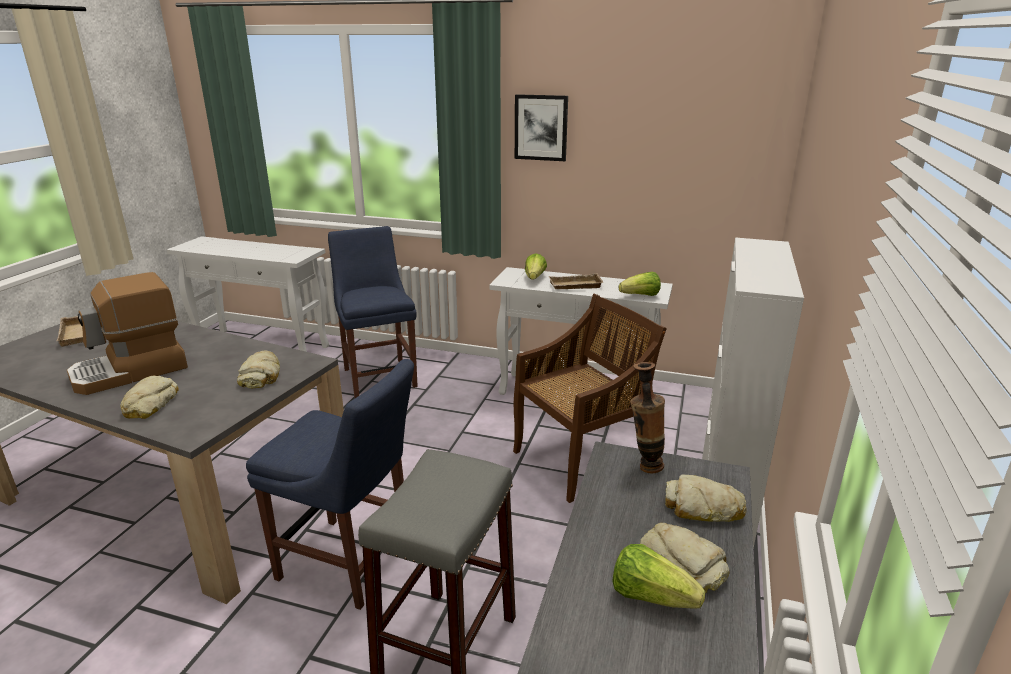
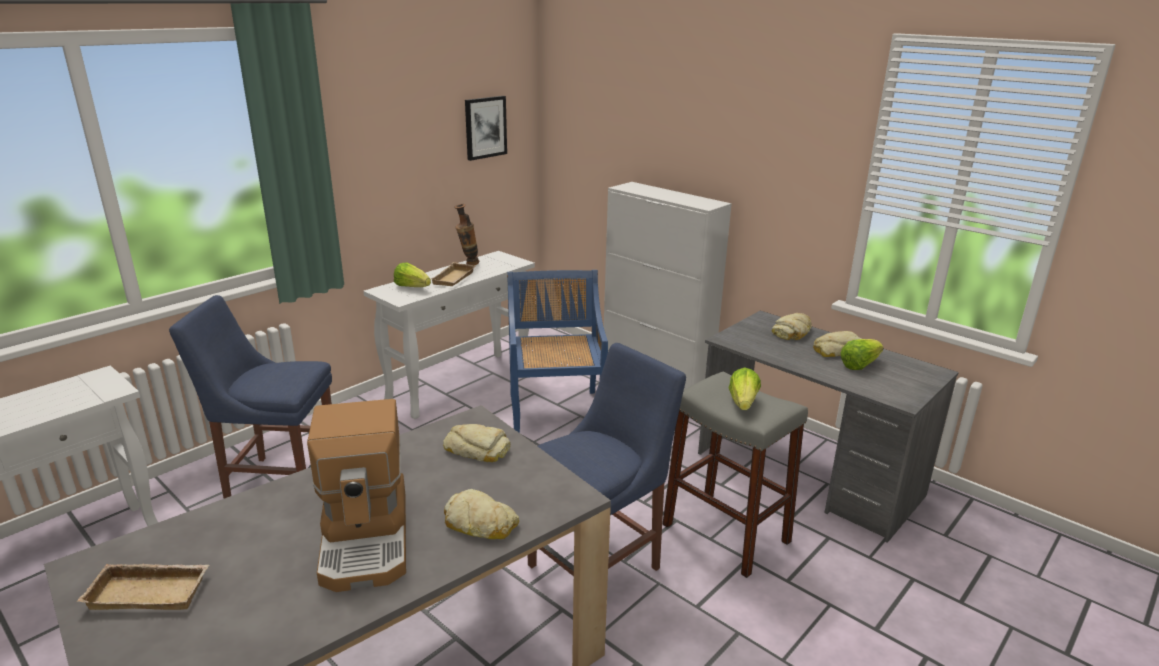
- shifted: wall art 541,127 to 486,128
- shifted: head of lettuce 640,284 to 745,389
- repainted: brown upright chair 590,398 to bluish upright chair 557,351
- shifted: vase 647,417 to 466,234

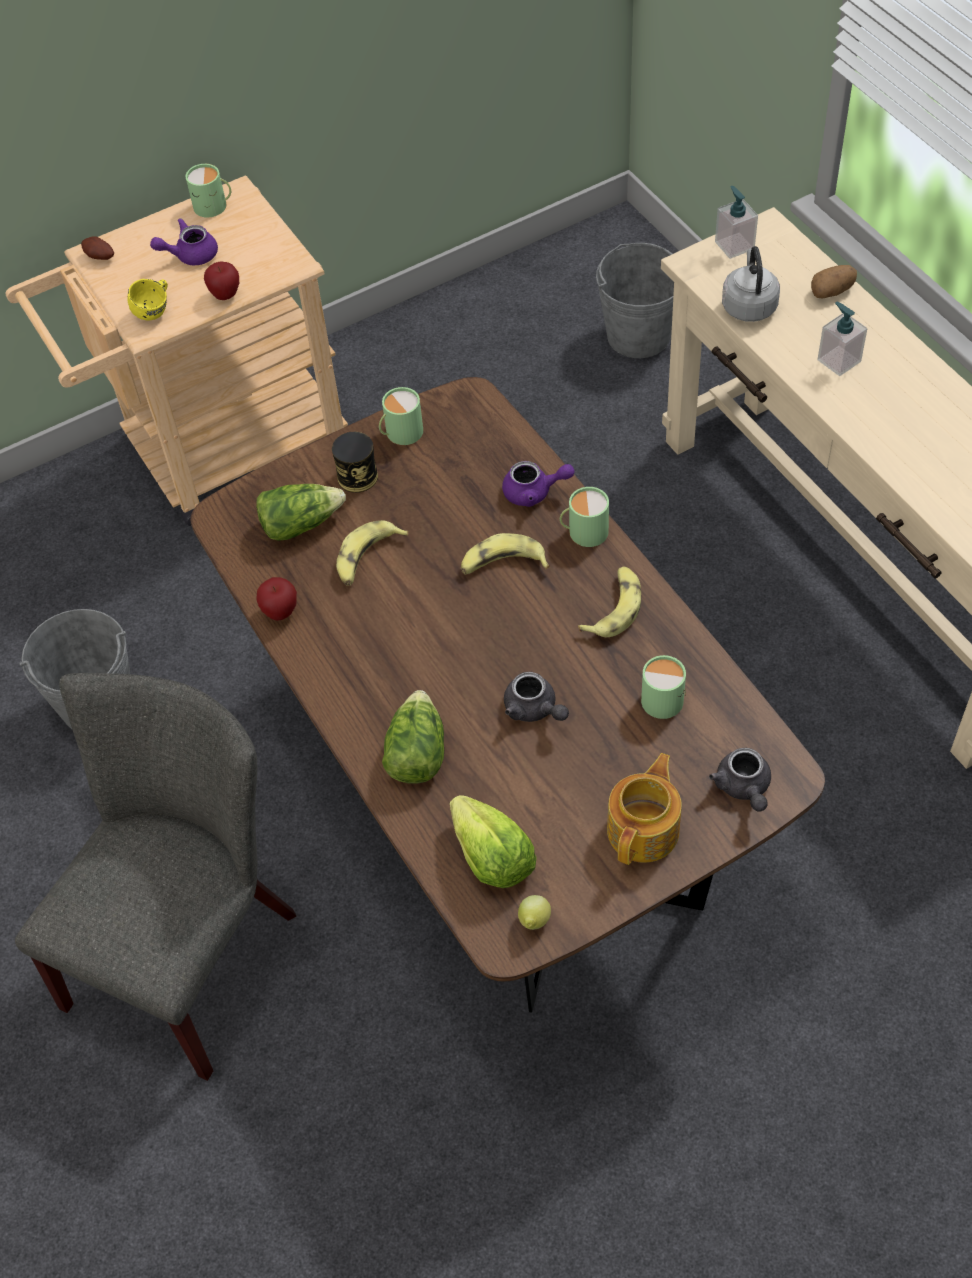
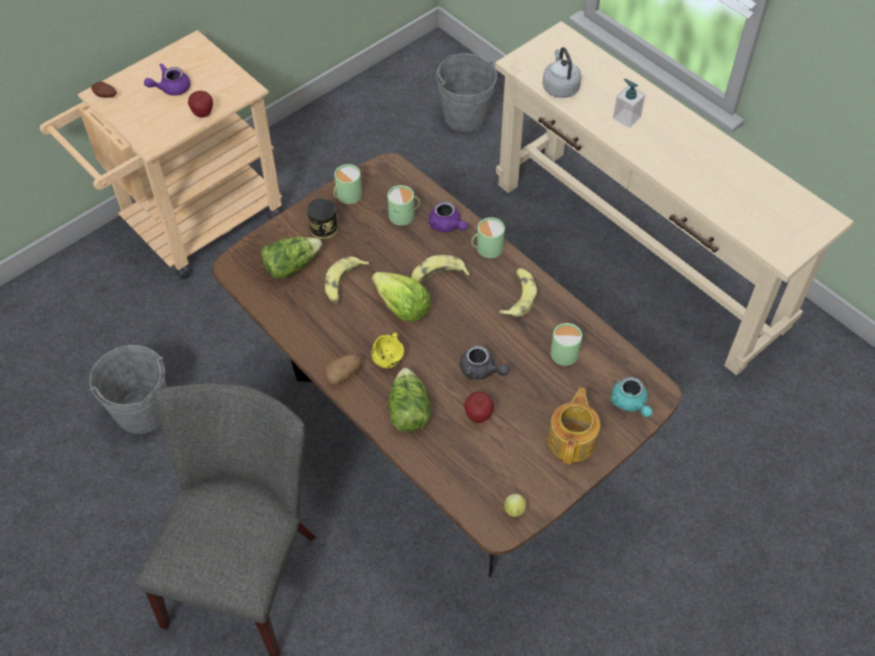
- shifted: green-coloured mug 208,190 to 404,205
- gone: liquid soap bottle 736,222
- shifted: spud 834,282 to 343,369
- shifted: yellow-coloured mug 147,300 to 387,350
- rotated: purple teapot 538,484 = 448,216 60 degrees clockwise
- shifted: apple 277,599 to 479,407
- repainted: grey teapot 740,780 to turquoise-coloured teapot 631,397
- shifted: head of lettuce 493,841 to 401,297

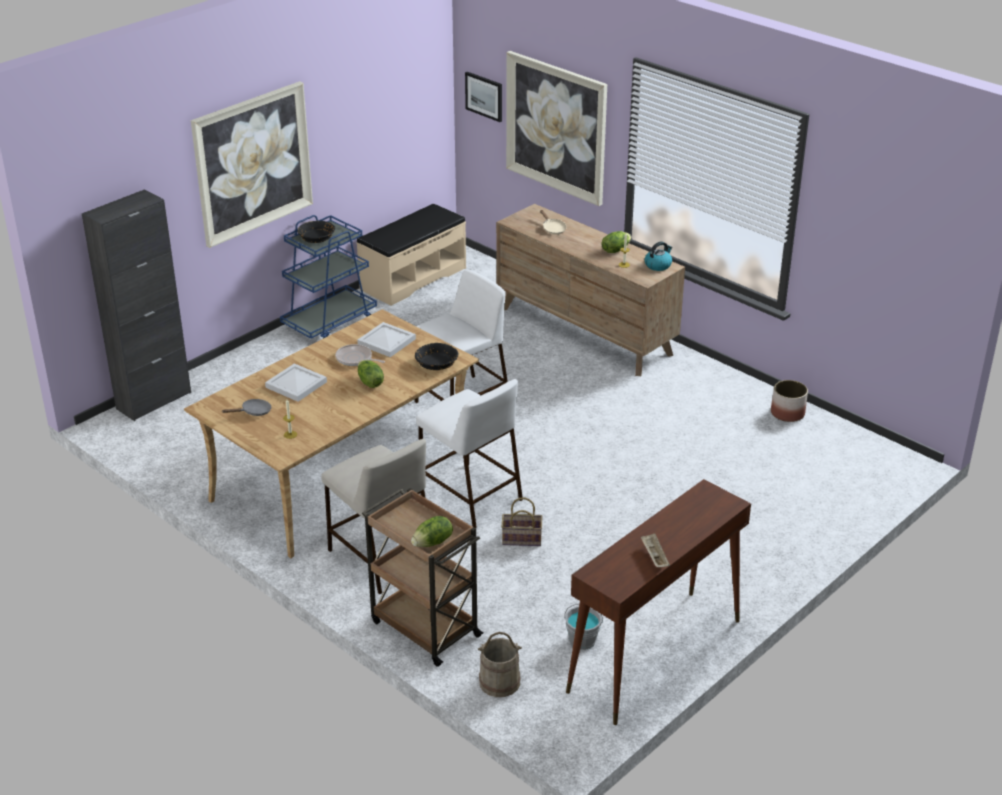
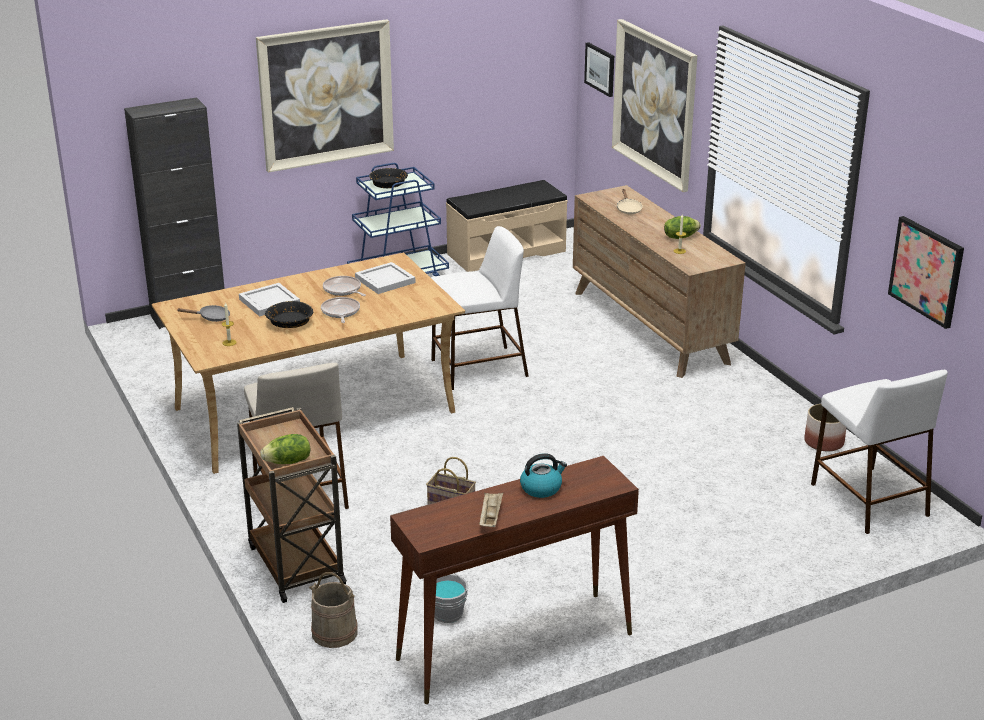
- shifted: kettle 658,256 to 543,475
- shifted: blackish serving bowl 437,356 to 289,314
- swapped: head of lettuce 371,374 to skillet 340,310
- shifted: white-coloured stool seat 469,453 to 879,452
- new: wall art 926,272

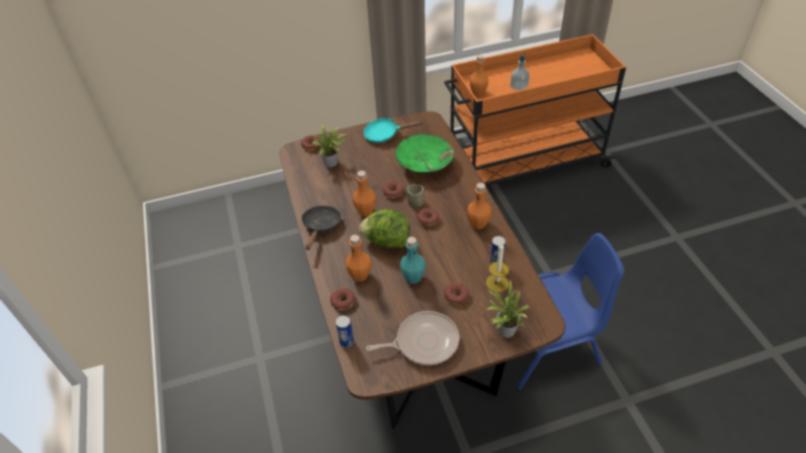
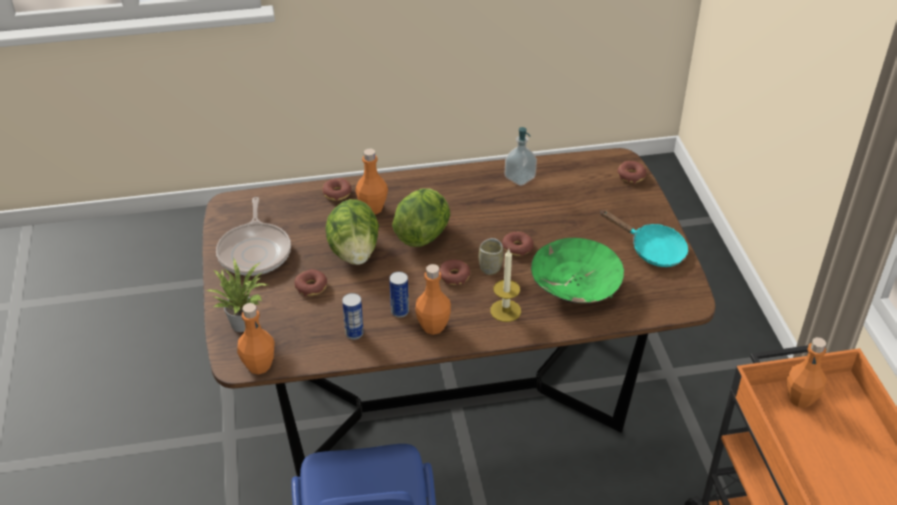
- shifted: liquid soap bottle 520,72 to 521,156
- rotated: turquoise-coloured skillet 393,130 = 644,238 120 degrees clockwise
- gone: houseplant 329,145
- shifted: orange-coloured beverage bottle 364,194 to 256,339
- gone: blackish skillet 321,227
- swapped: turquoise-coloured beverage bottle 413,260 to head of lettuce 352,232
- shifted: candle 497,267 to 505,285
- shifted: sealed can 345,331 to 399,295

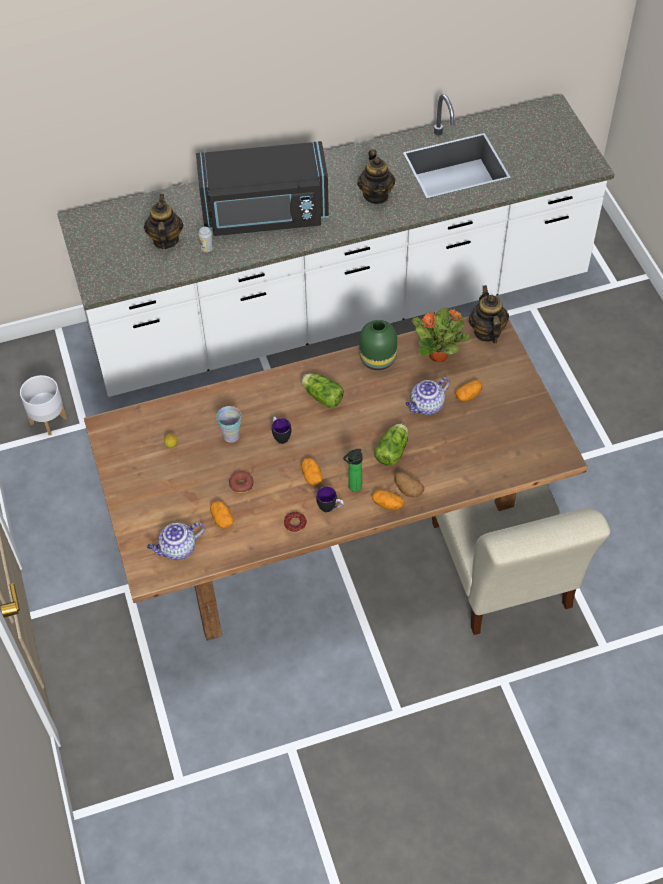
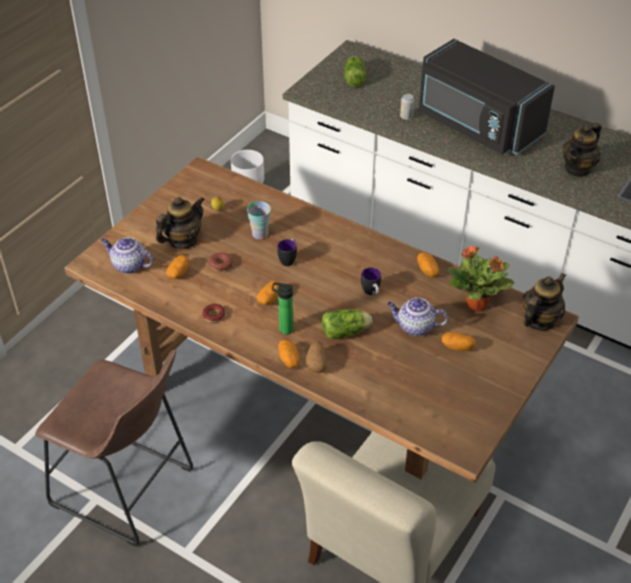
- shifted: teapot 163,221 to 180,223
- swapped: green-coloured vase 378,345 to spud 428,265
- shifted: head of lettuce 322,391 to 355,71
- shifted: mug 330,499 to 371,281
- new: brown stool seat 114,448

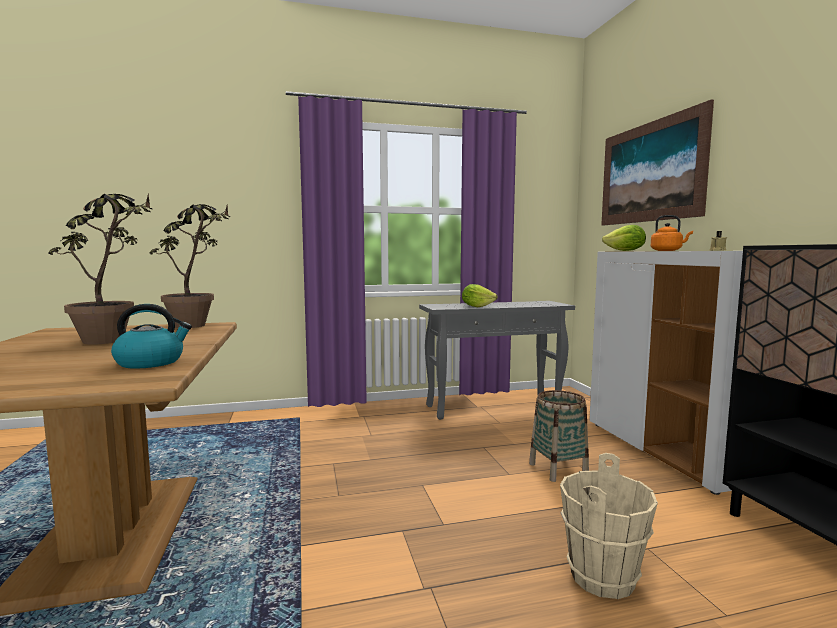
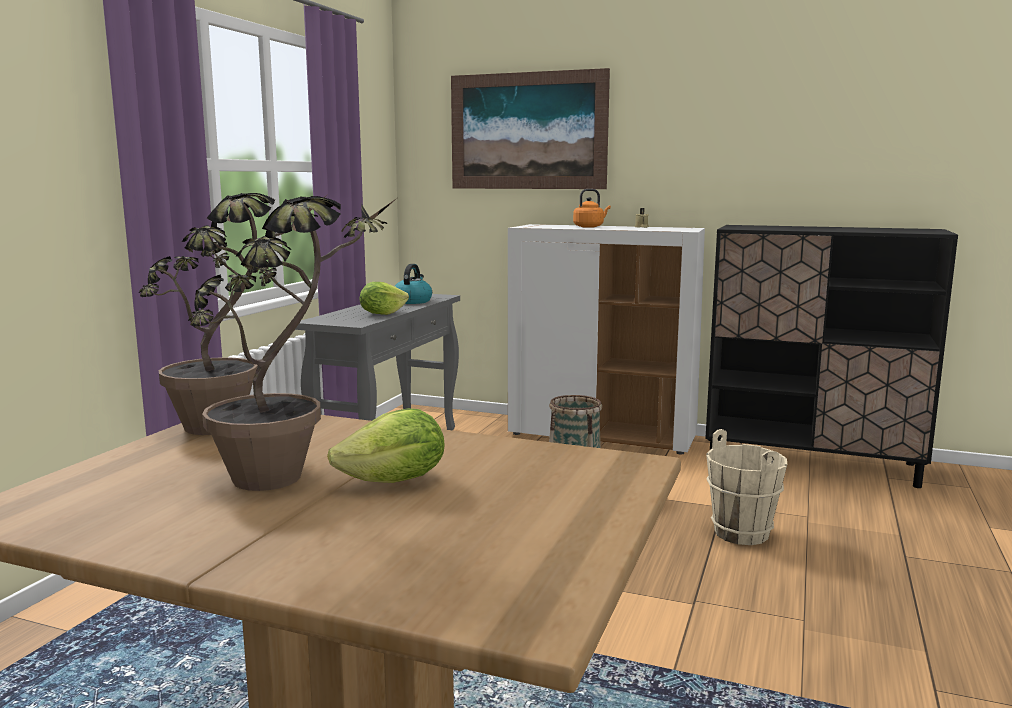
- shifted: head of lettuce 624,238 to 386,445
- shifted: kettle 151,336 to 413,284

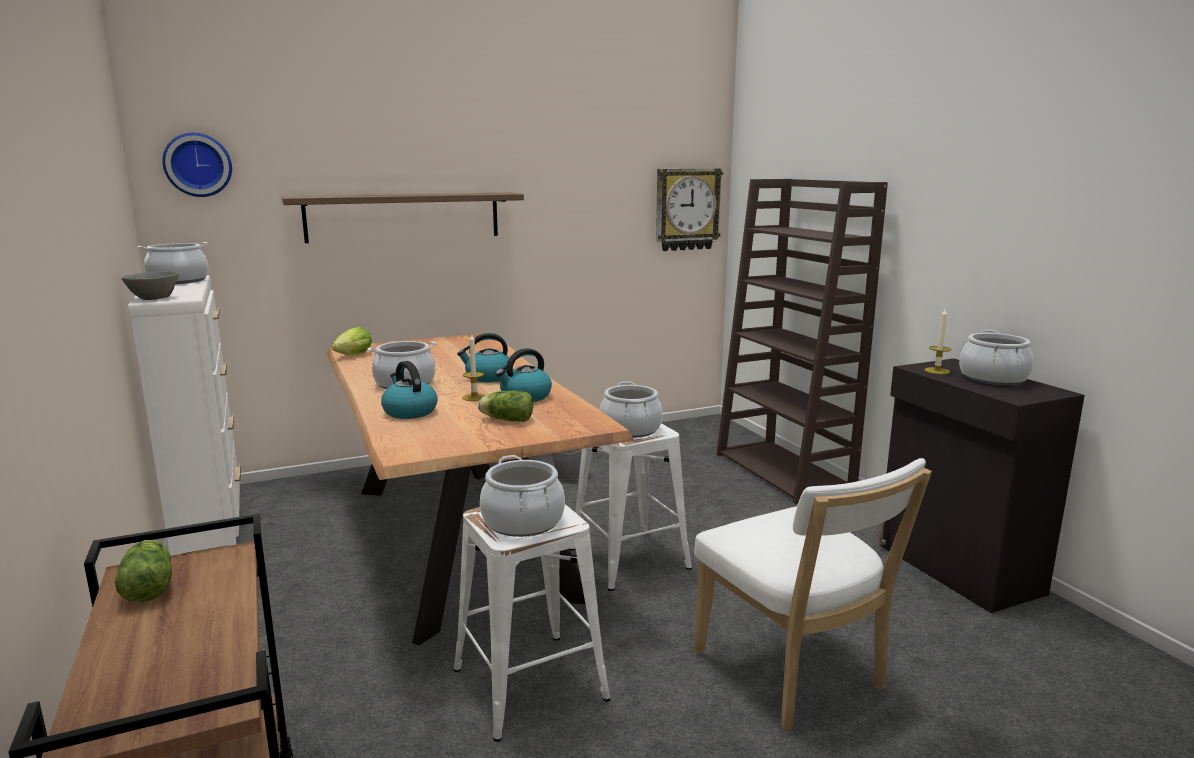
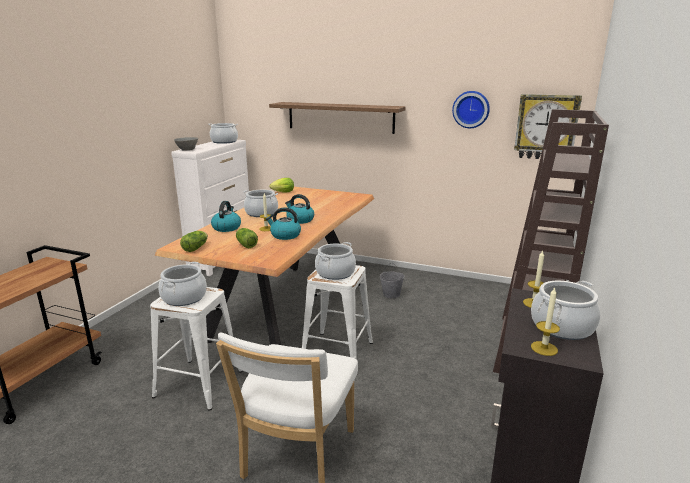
- shifted: clock on the wall 197,165 to 471,109
- shifted: head of lettuce 143,571 to 194,241
- new: candle 545,321

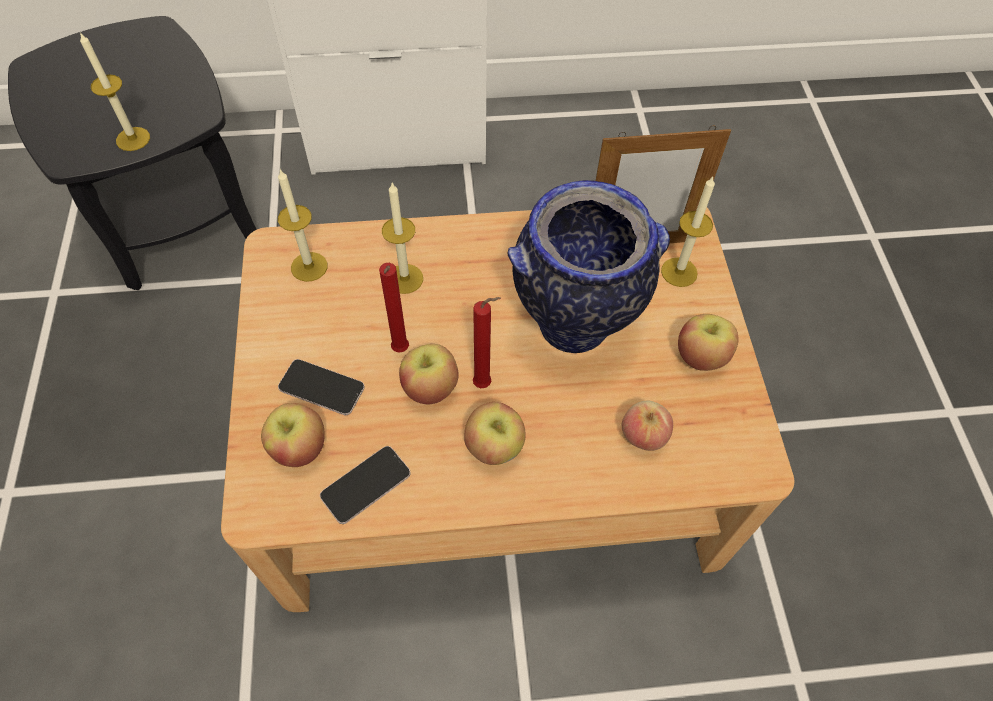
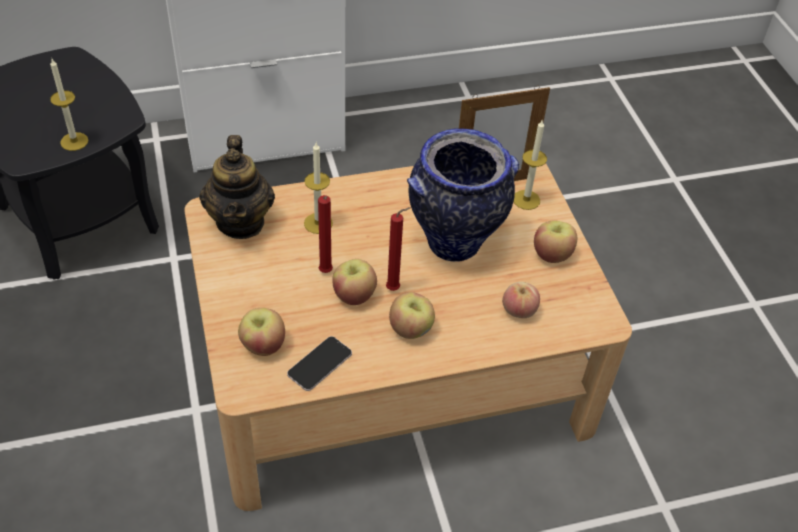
- swapped: candle 302,225 to teapot 237,187
- gone: handset 321,387

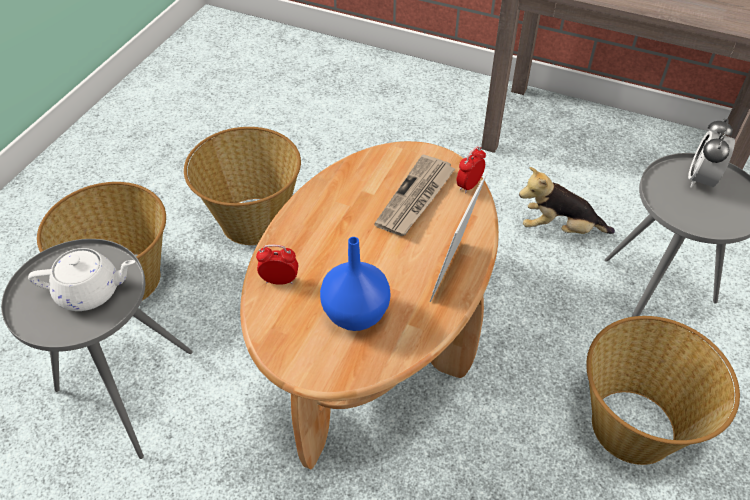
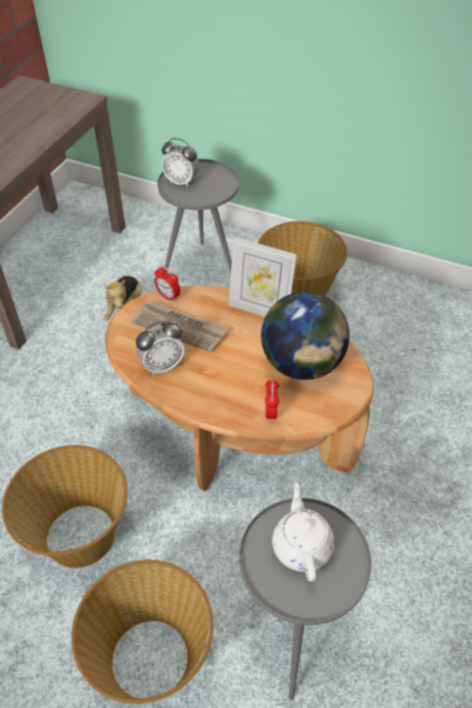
- swapped: bluish vase 355,284 to world globe 305,336
- new: table clock 160,348

